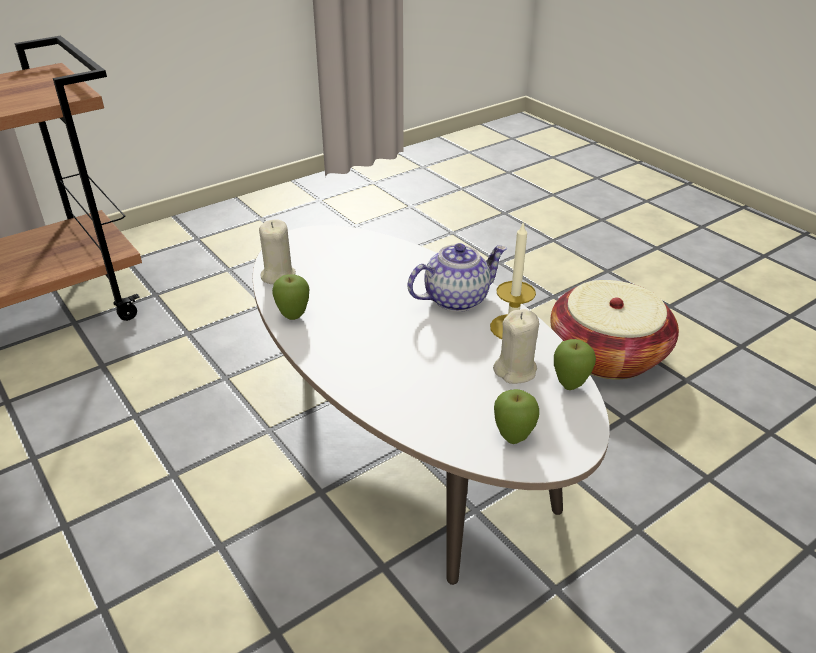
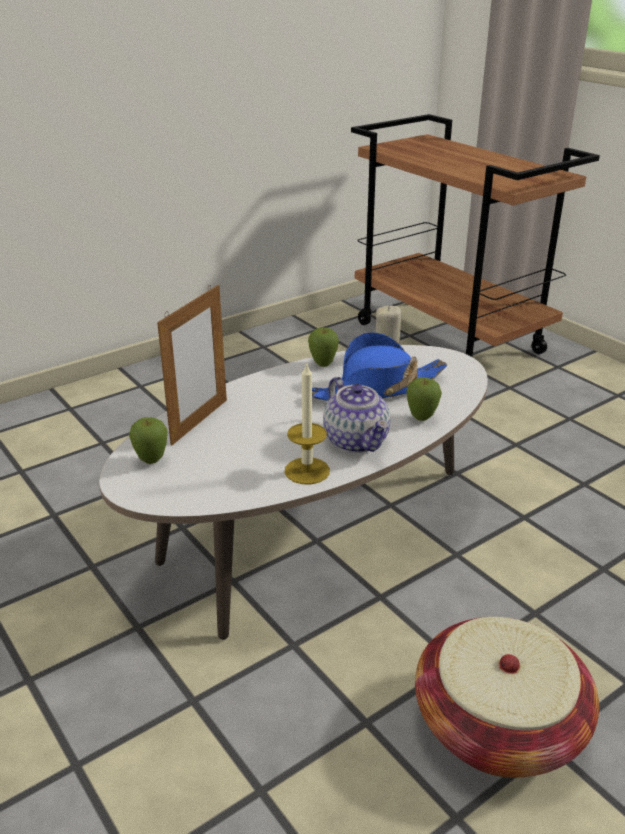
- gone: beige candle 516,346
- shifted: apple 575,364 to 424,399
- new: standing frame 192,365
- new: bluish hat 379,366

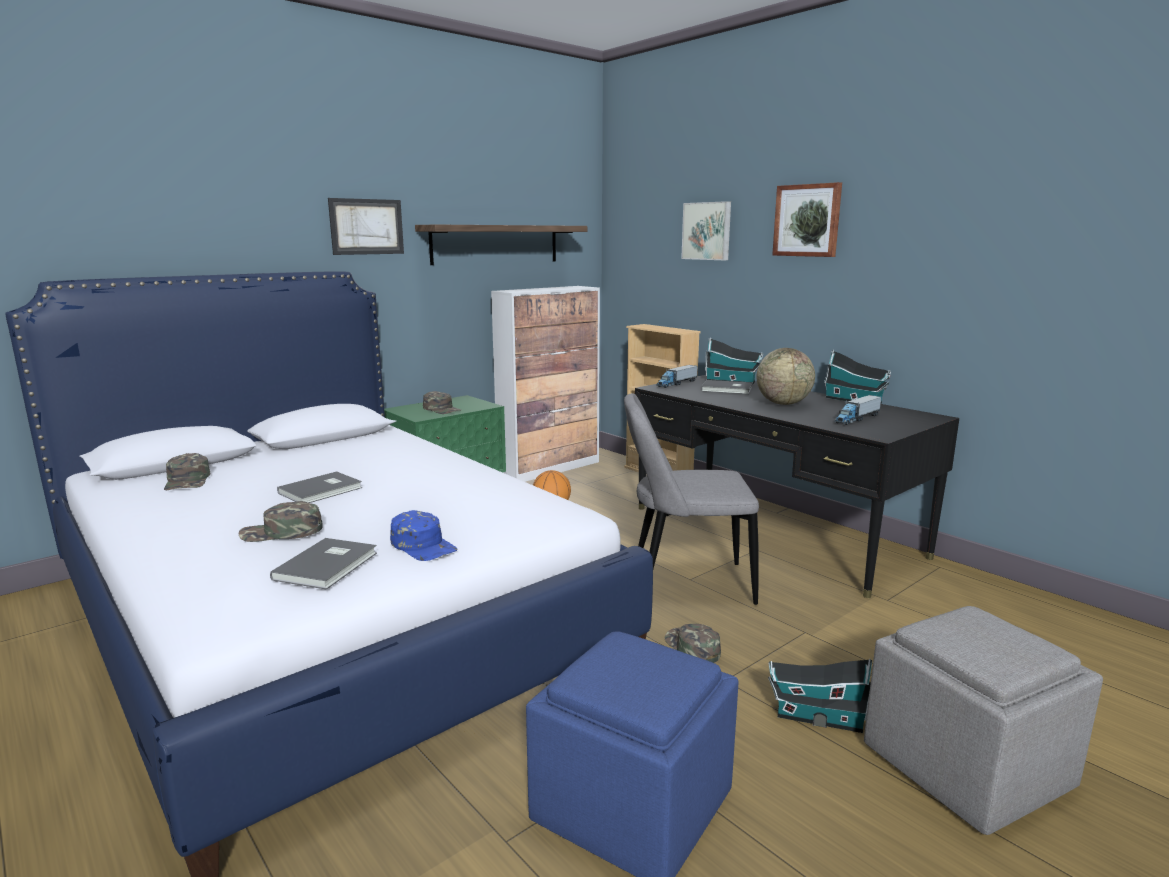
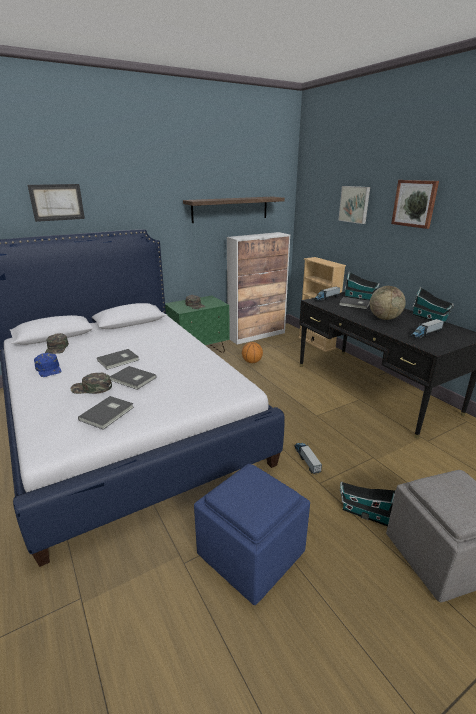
- shifted: wall art 366,226 to 56,203
- gone: grey upright chair 691,499
- shifted: bluish baseball cap 423,535 to 48,365
- swapped: green-coloured baseball cap 693,643 to toy truck 308,459
- new: grey volume 133,378

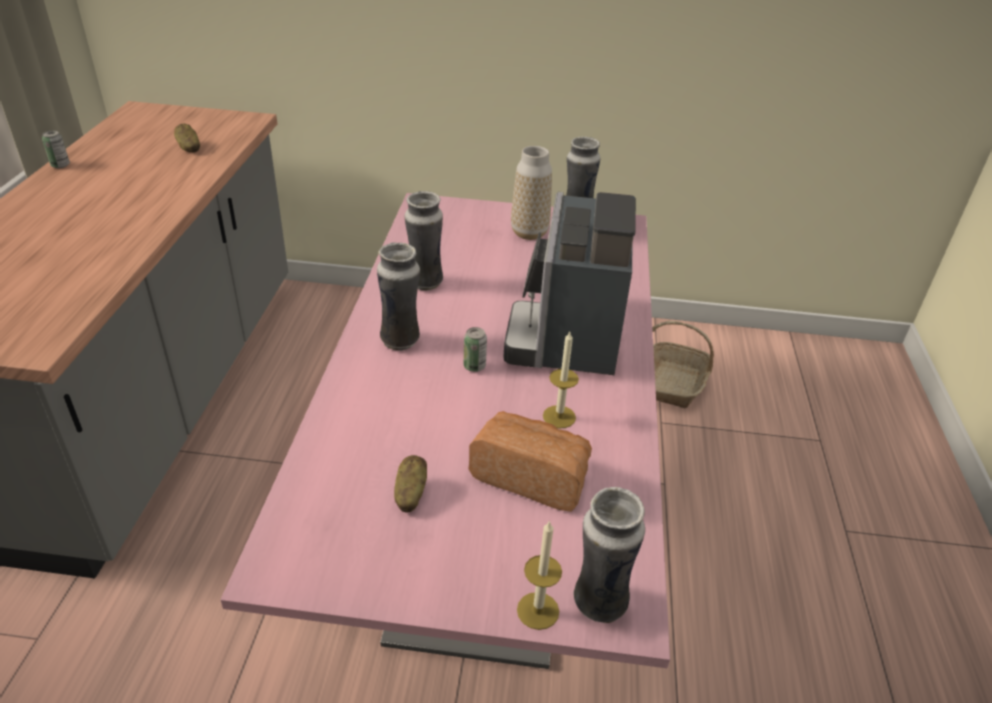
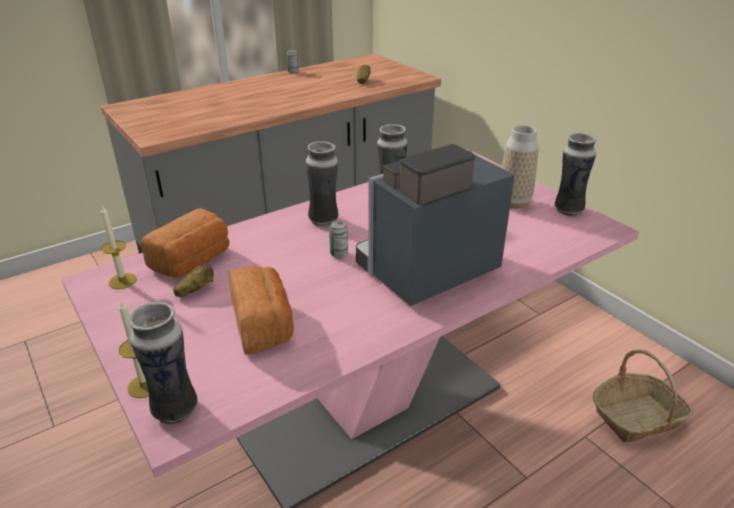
- shifted: candle 561,380 to 119,247
- new: baked bread 185,243

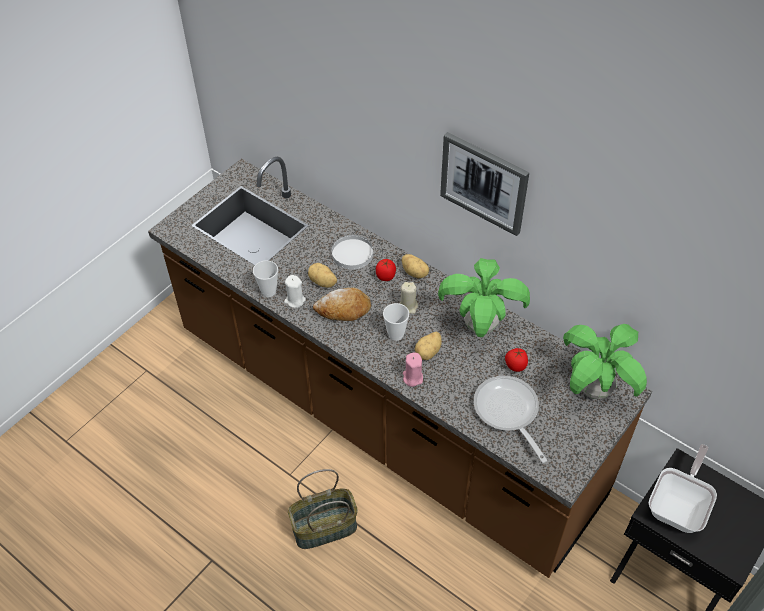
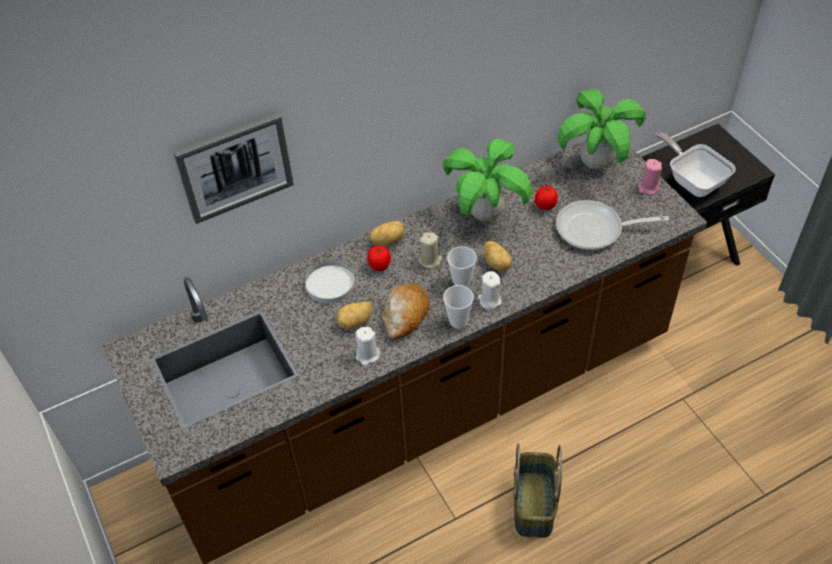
- shifted: wall art 484,184 to 233,168
- shifted: cup 265,278 to 458,306
- shifted: pinkish candle 413,370 to 650,177
- new: white-coloured candle 490,290

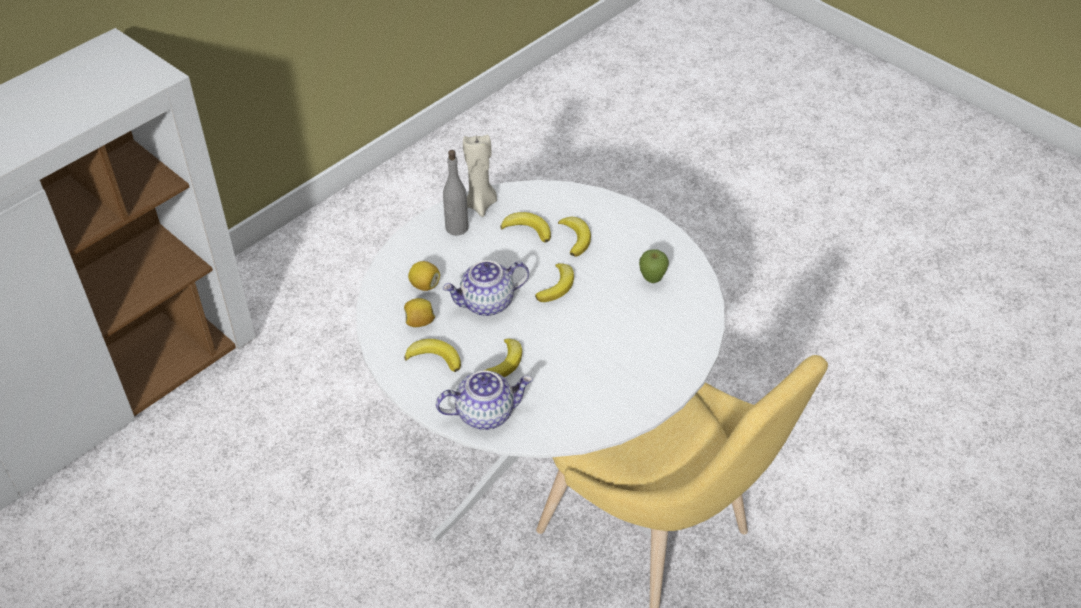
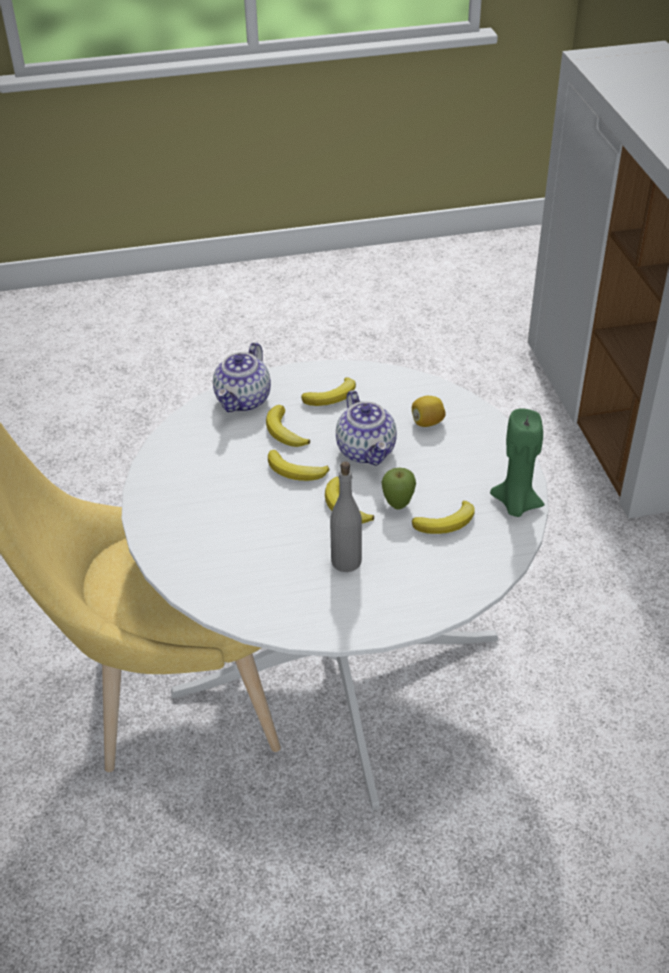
- repainted: beige candle 480,175 to green-coloured candle 517,462
- shifted: grey beverage bottle 455,193 to 346,516
- shifted: whole banana 574,237 to 298,465
- shifted: apple 654,266 to 398,488
- rotated: teapot 485,288 = 366,428 150 degrees clockwise
- gone: lemon 419,312

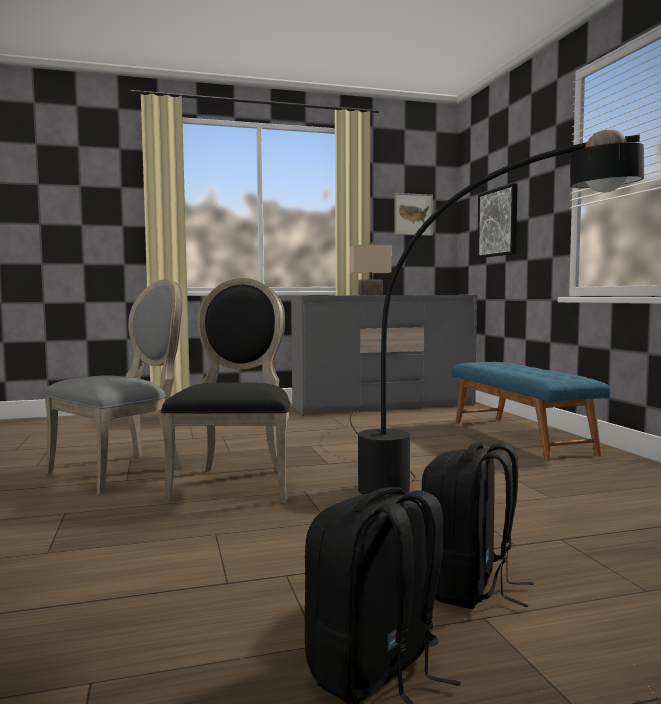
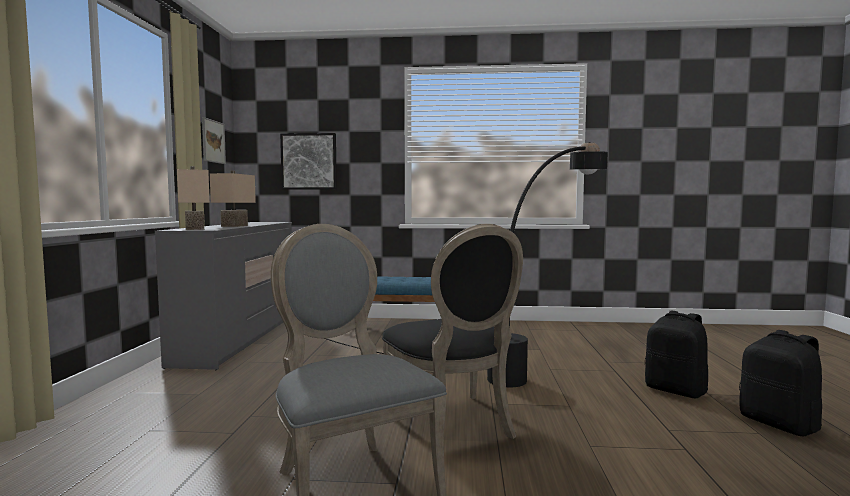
- rotated: blackish upright chair 225,390 = 452,331 135 degrees counterclockwise
- new: beige lamp for a table 193,198

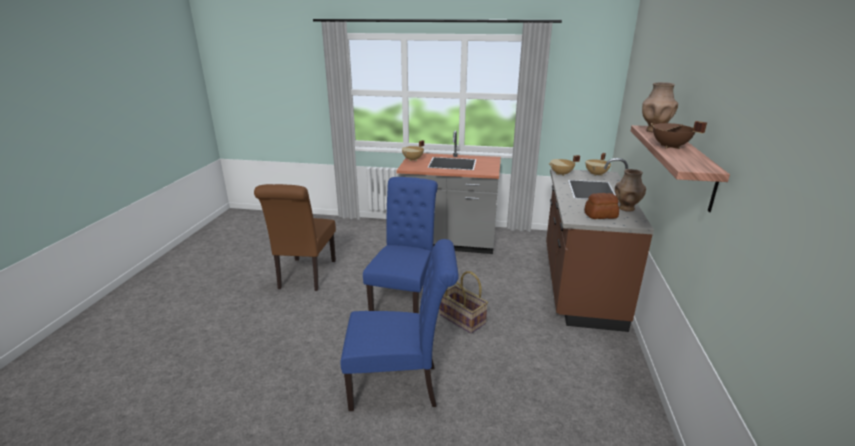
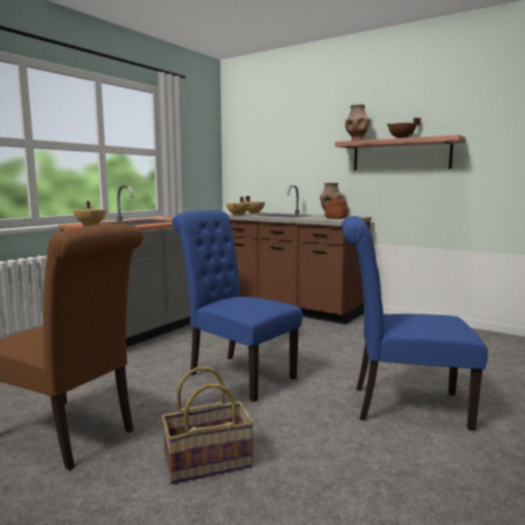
- rotated: bluish upright chair 399,325 = 415,323 105 degrees counterclockwise
- shifted: storage basket 464,302 to 208,425

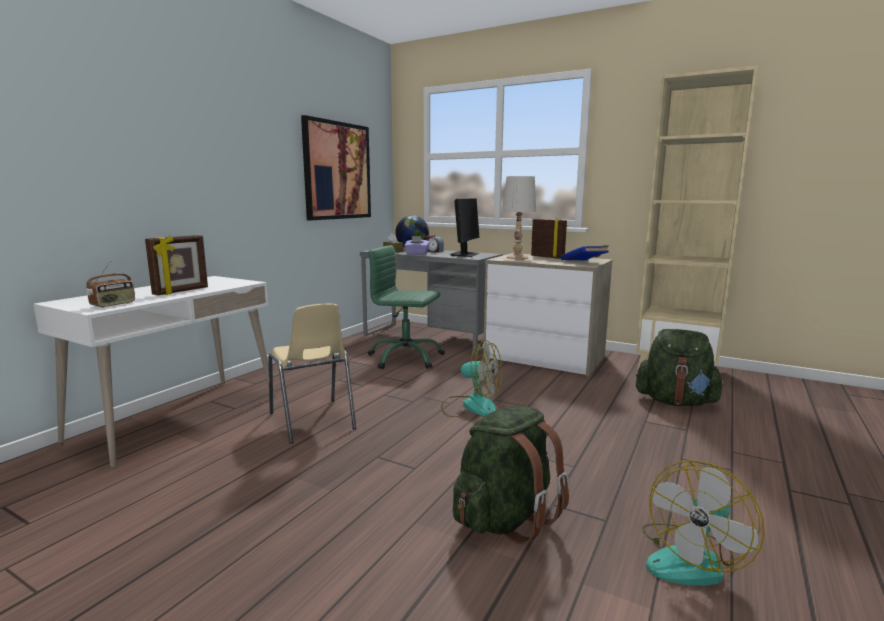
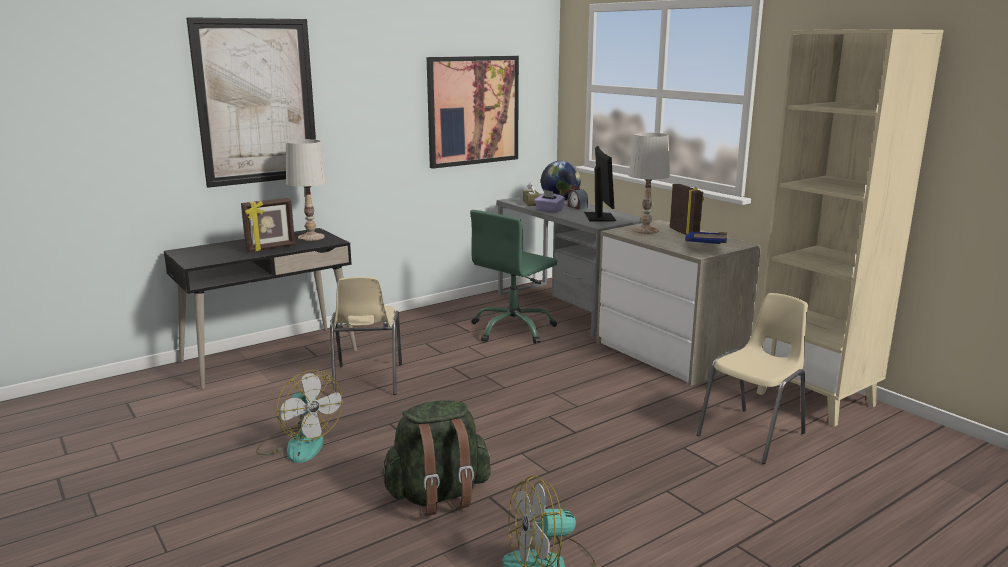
- rotated: computer screen 465,227 = 600,184 45 degrees counterclockwise
- rotated: green-coloured desk chair 406,307 = 513,277 90 degrees counterclockwise
- gone: radio 110,284
- repainted: white-coloured desk 154,372 to blackish desk 260,309
- swapped: green-coloured rucksack 680,367 to beige upright chair 752,378
- shifted: cooling fan 471,378 to 299,416
- new: wall art 251,102
- new: white-coloured lamp for a table 307,190

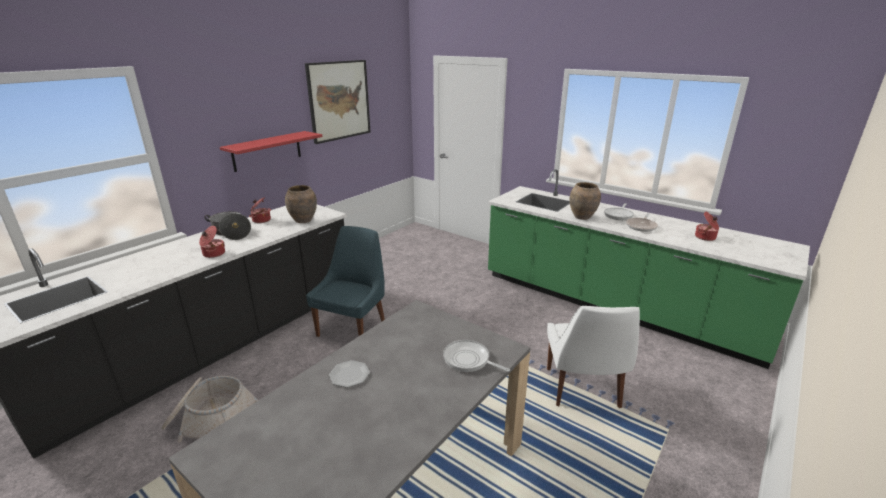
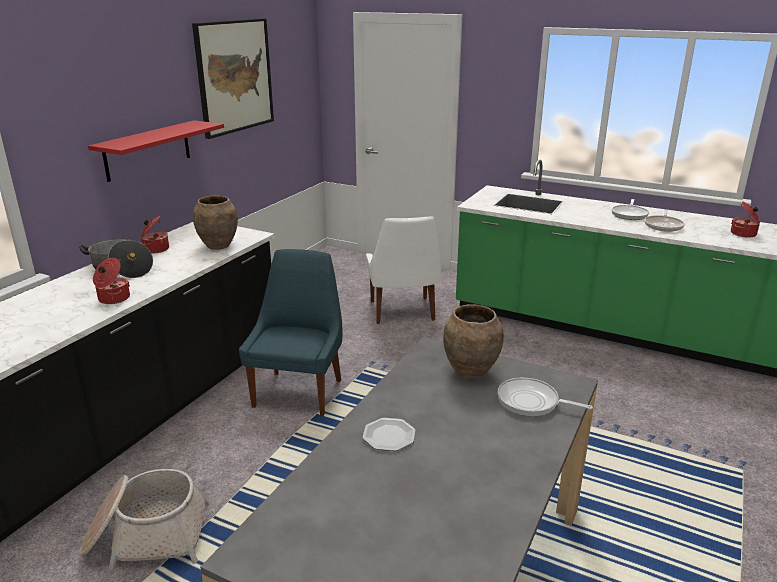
- shifted: brown vase 585,201 to 473,342
- shifted: white-coloured upright chair 593,357 to 403,270

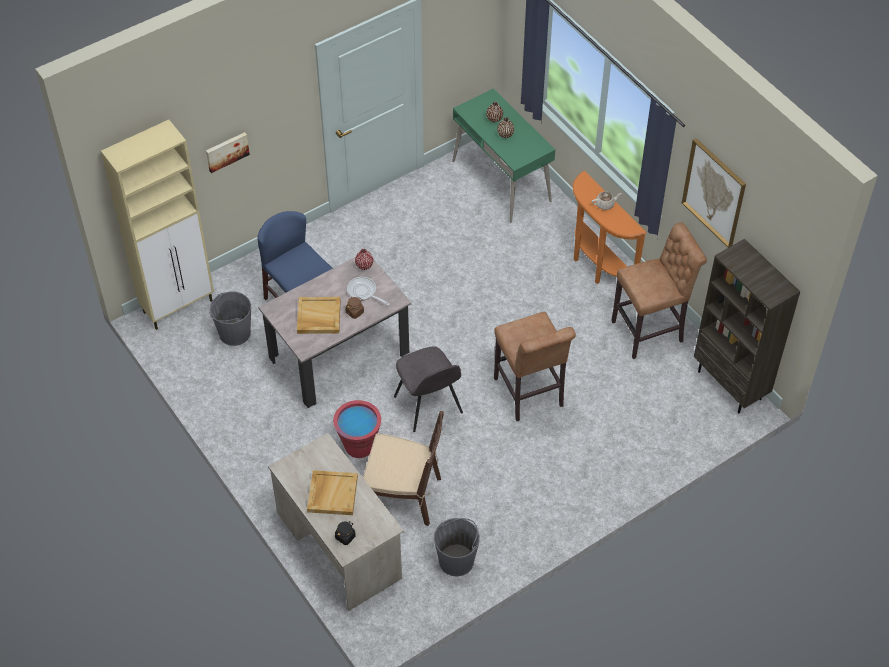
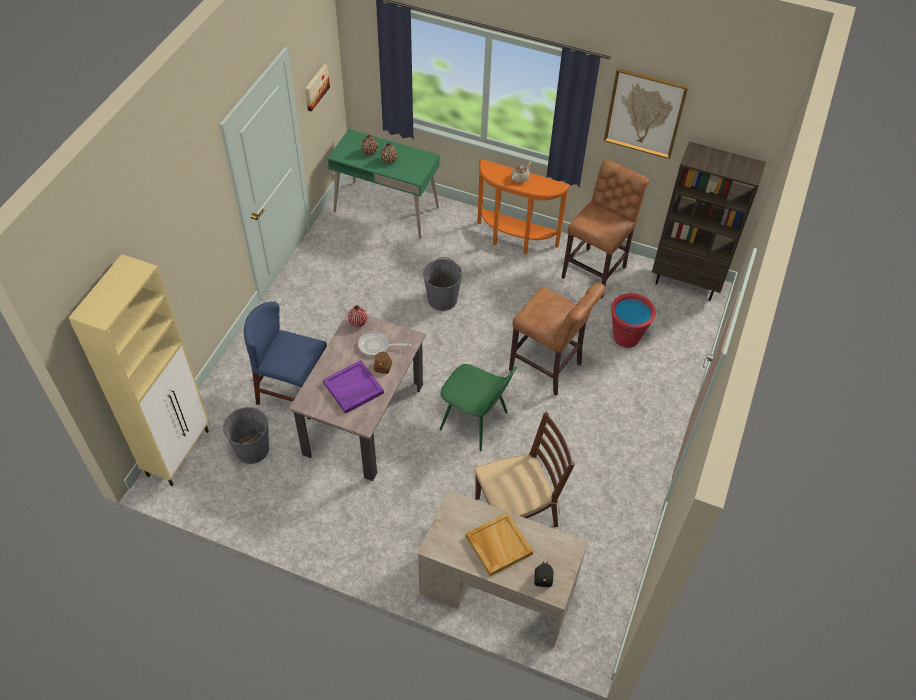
- shifted: wall art 228,152 to 317,87
- repainted: beige serving tray 319,315 to purple serving tray 353,387
- repainted: grey upright chair 428,389 to green-coloured upright chair 478,407
- shifted: red-coloured water bucket 357,429 to 633,320
- shifted: grey water bucket 457,547 to 443,284

